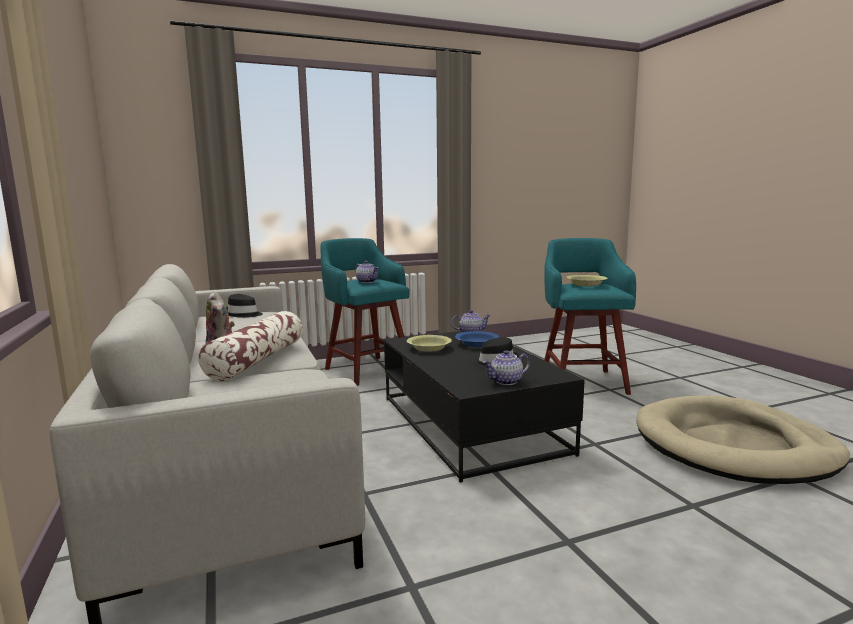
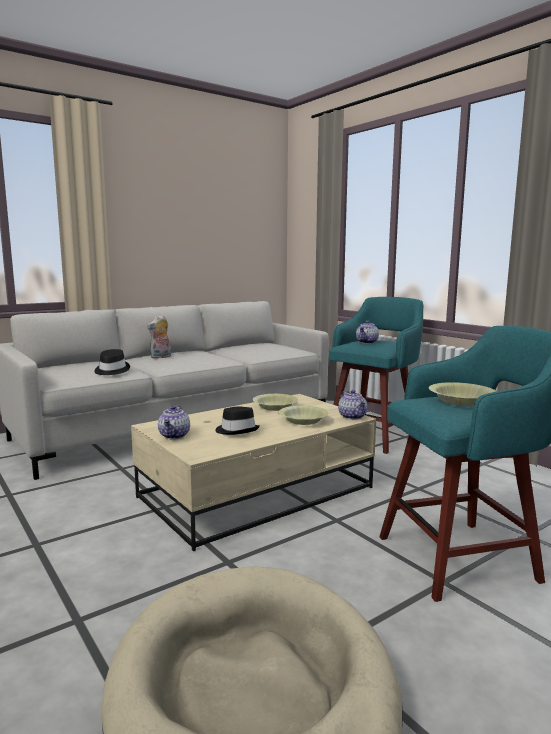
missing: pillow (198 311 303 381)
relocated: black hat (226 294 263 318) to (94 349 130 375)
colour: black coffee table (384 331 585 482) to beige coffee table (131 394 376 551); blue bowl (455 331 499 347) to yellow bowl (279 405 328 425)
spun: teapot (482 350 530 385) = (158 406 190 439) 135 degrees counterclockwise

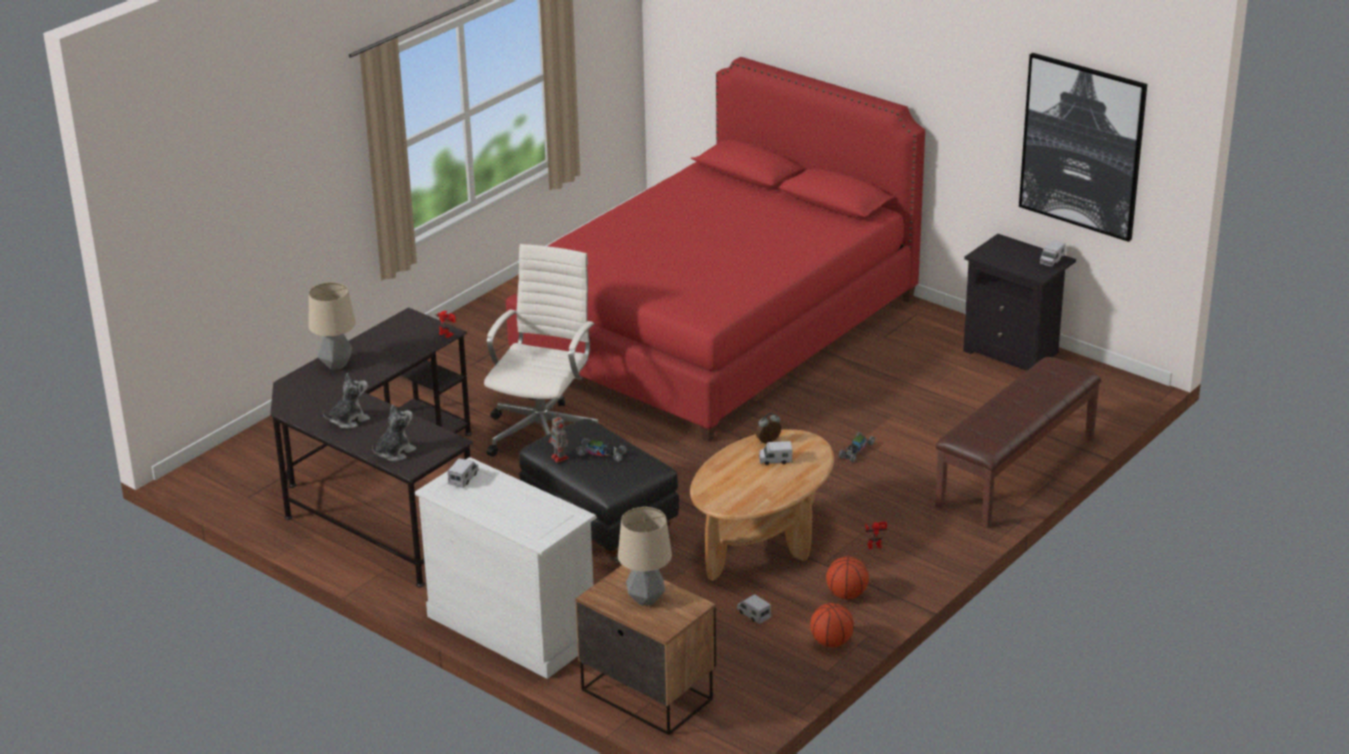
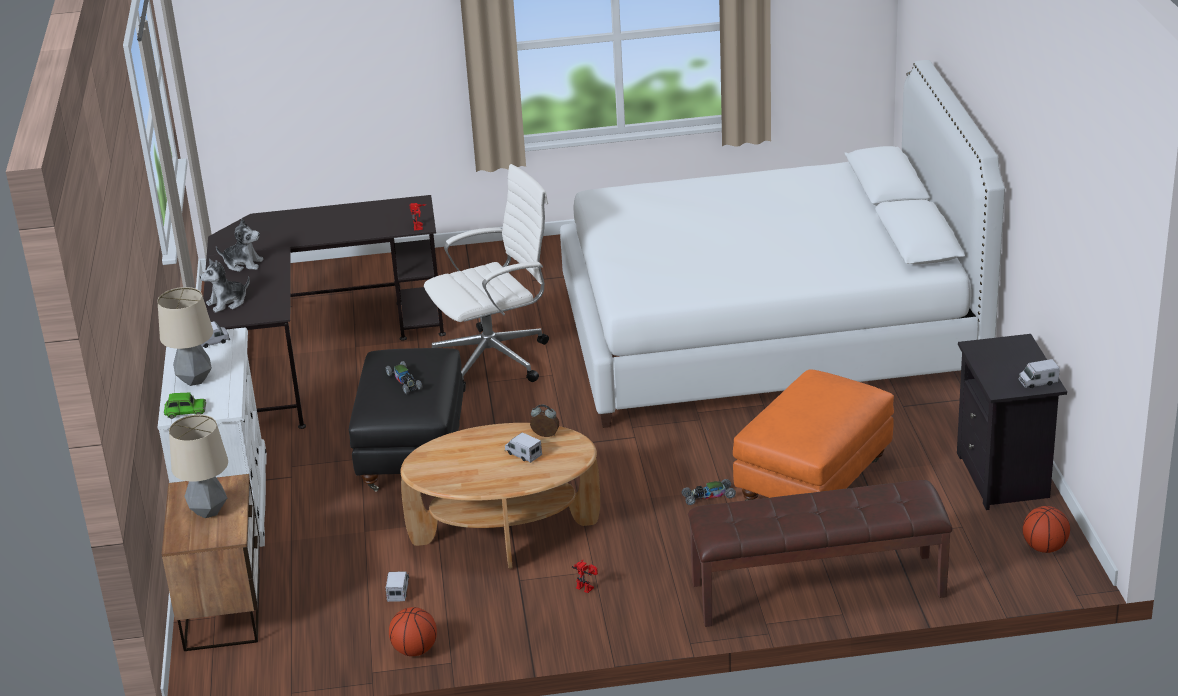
missing: toy robot (549 415 569 463); picture (1019 53 1147 242)
appeared: green toy car (164 393 206 419); orange ottoman (733 369 894 500)
relocated: table lamp (309 282 356 369) to (157 287 213 386); basketball (826 556 869 599) to (1023 506 1070 553)
colour: red bed (506 57 925 442) to white bed (560 60 1005 428)
spun: plush toy (372 404 417 461) = (200 259 250 313) 150 degrees clockwise

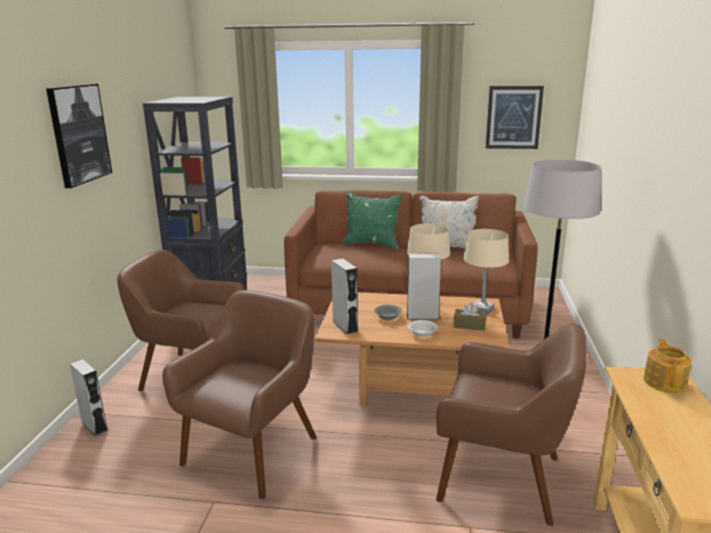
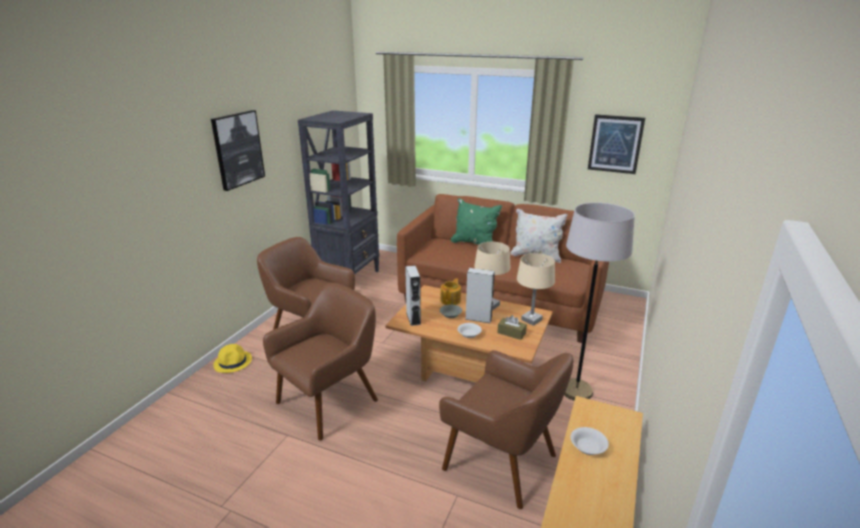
appeared: white bowl (570 427 609 455)
relocated: teapot (643 339 692 393) to (440 278 461 305)
exchanged: grey speaker (70 359 108 436) to yellow hat (213 344 252 373)

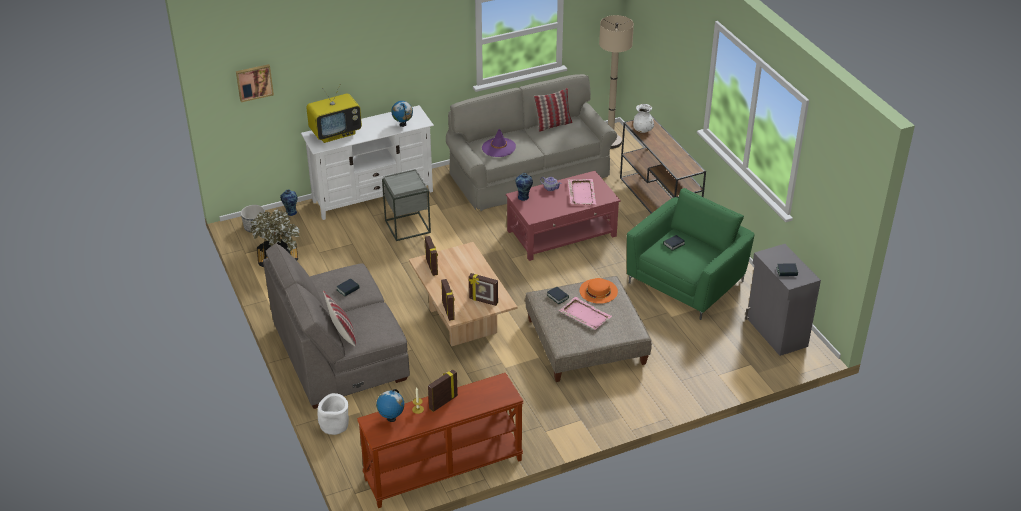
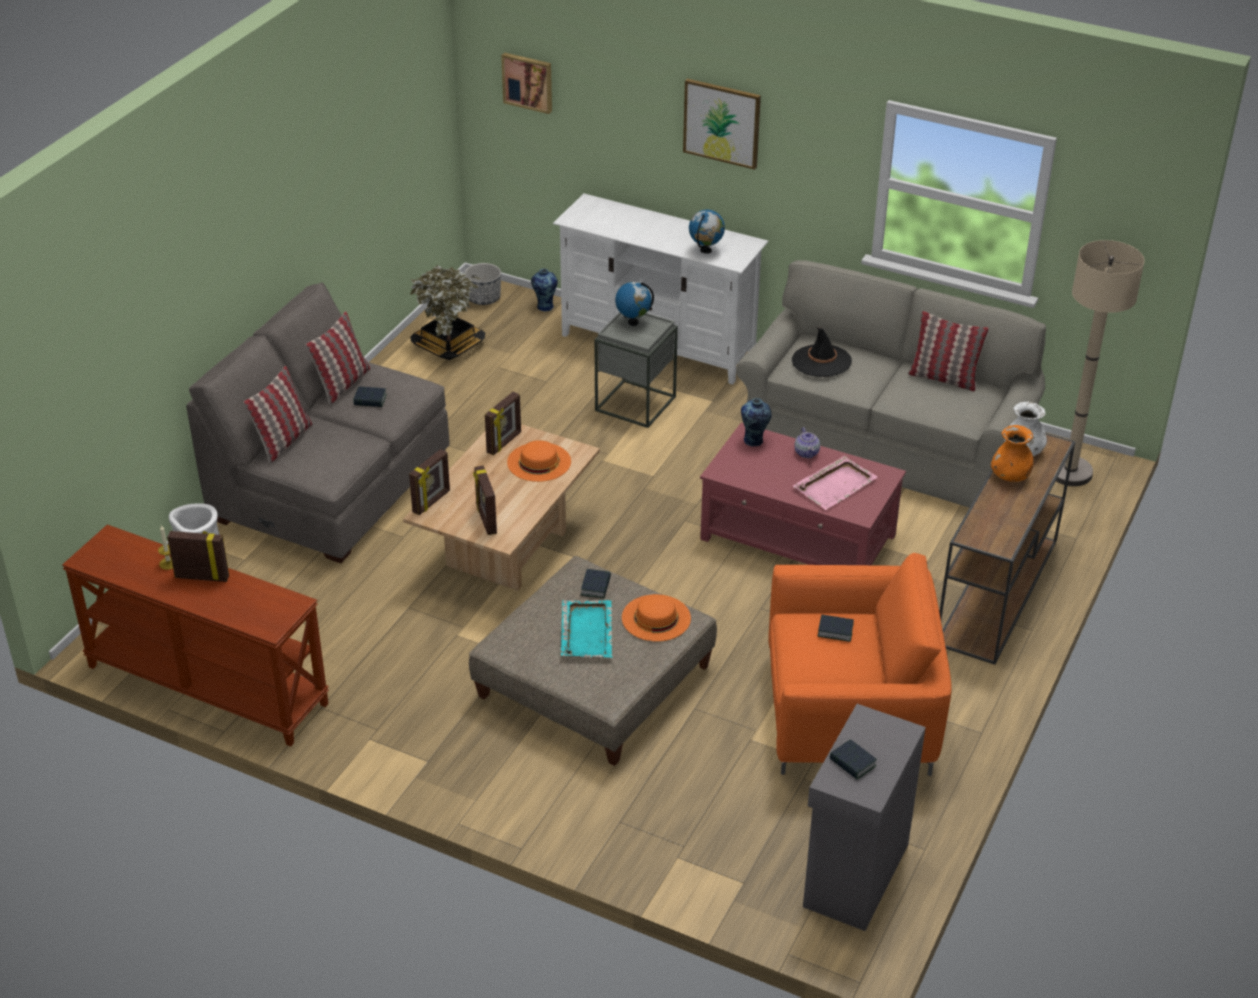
missing: television (306 85 362 143)
appeared: pillow (306 311 370 404); orange hat (507 440 571 482); picture (683 79 761 170); orange vase (991 425 1033 482)
relocated: globe (376 389 404 422) to (615 282 654 326)
colour: purple hat (482 129 516 157) to black hat (792 327 852 377); pink tray (559 297 612 330) to turquoise tray (561 600 613 658); green armchair (627 188 754 320) to orange armchair (769 553 952 776)

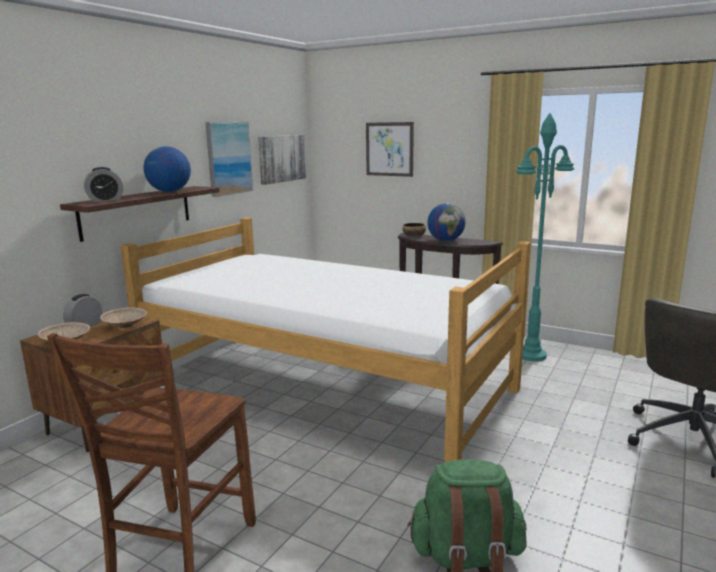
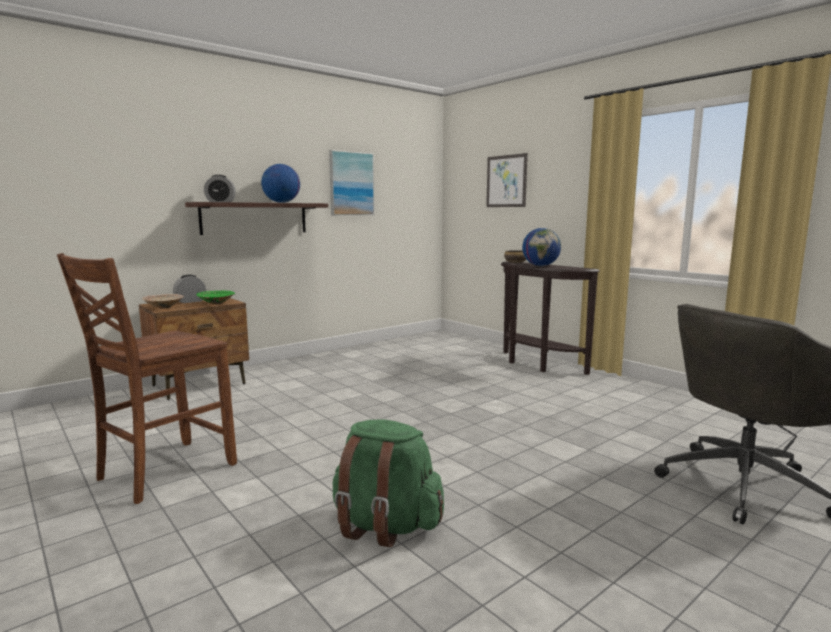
missing: bed (121 217 530 462); picture (258 135 306 185); turquoise floor lamp (516 113 574 362)
colour: beige bowl (100 307 147 328) to green bowl (196 291 235 305)

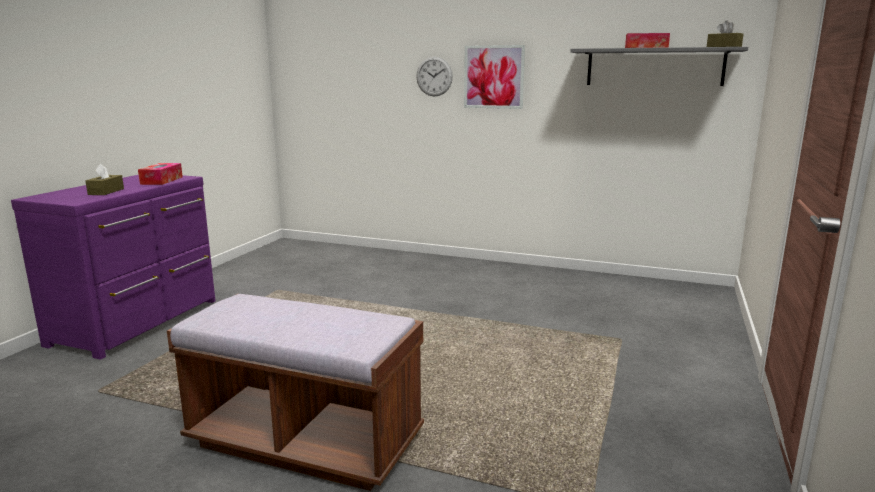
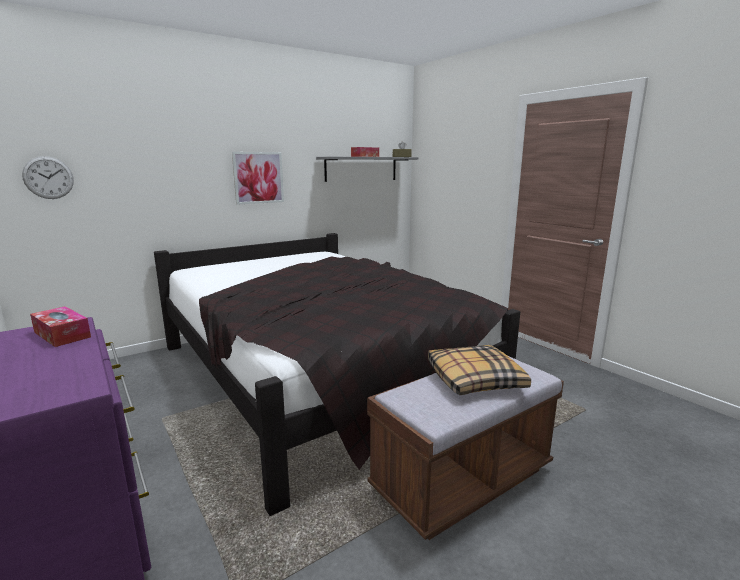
missing: brown tissue box (86 164 124 195)
appeared: black bed (154 233 520 516); pillow (428 345 531 395)
relocated: wall clock (416 56 453 97) to (22 156 74 199)

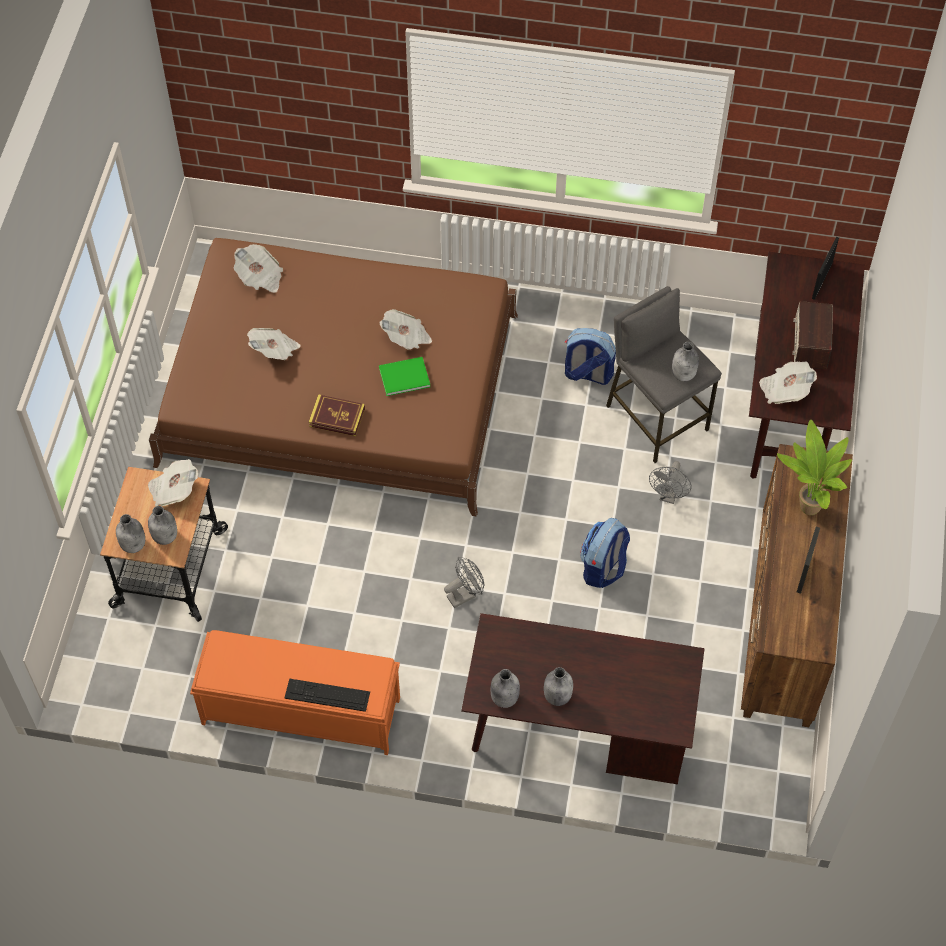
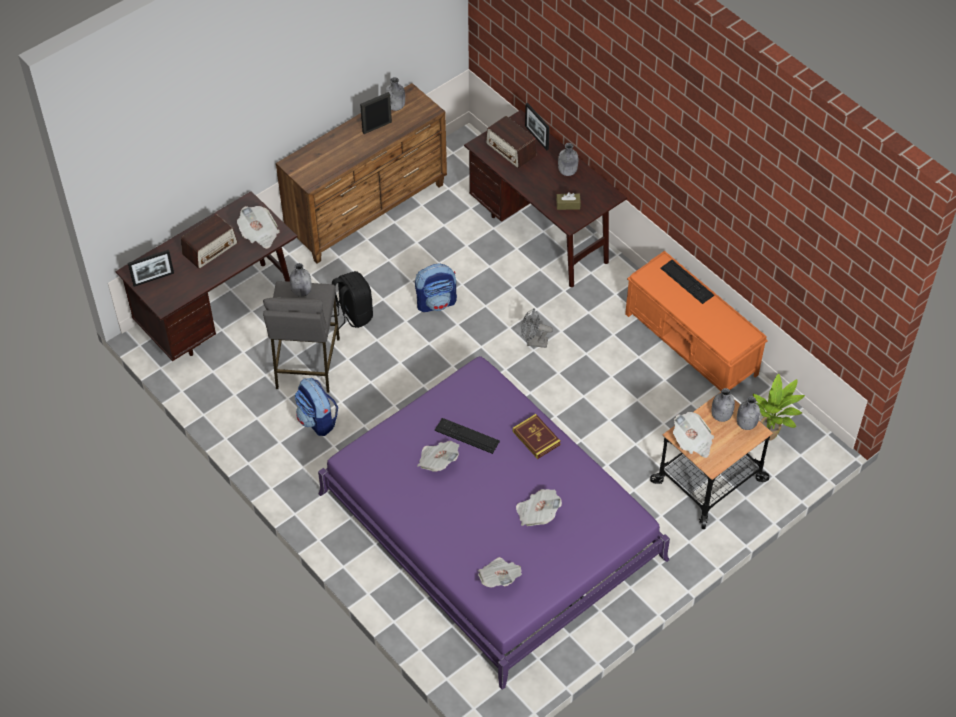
appeared: radio (486 116 537 168); picture frame (525 103 550 150); brown tissue box (556 192 581 210)
relocated: grey bottle (490 669 520 708) to (385 77 405 111); potted plant (777 420 852 515) to (753 374 805 441)
exchanged: green book (379 357 430 396) to keyboard (435 418 500 454); grey fan (649 461 691 504) to black backpack (332 271 373 329)
colour: brown bed (149 238 518 517) to purple bed (318 356 670 690)

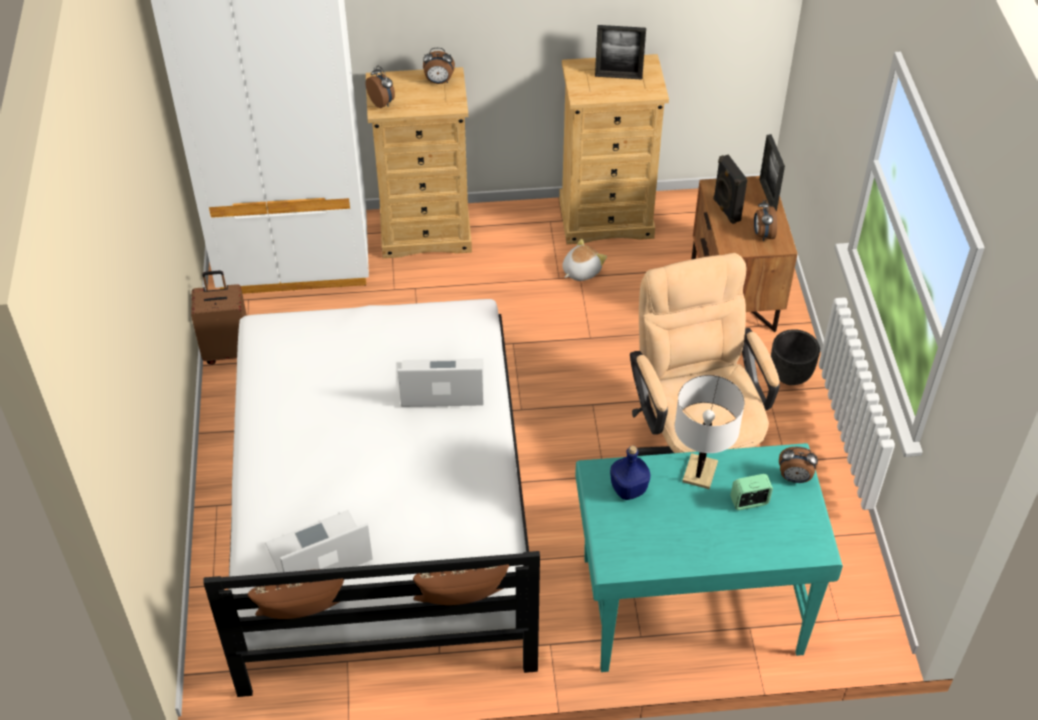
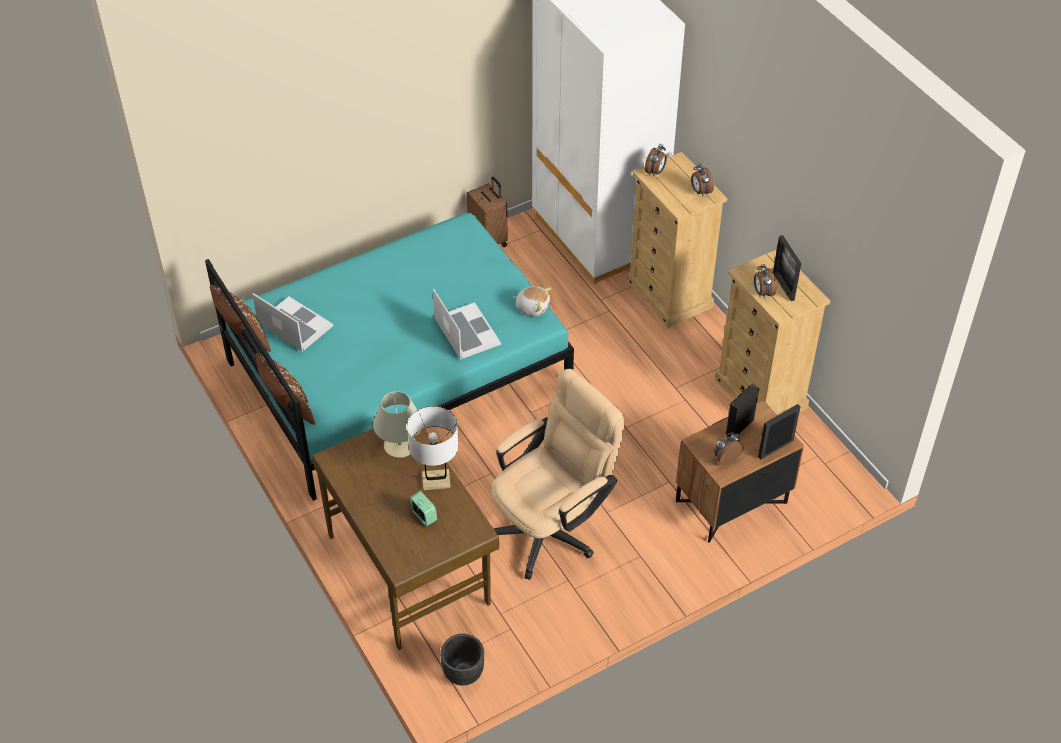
relocated: plush toy (562 239 607 281) to (513 286 553 316); black planter (771 329 820 385) to (440 634 484 686); alarm clock (779 447 818 483) to (754 264 776 298)
exchanged: blue bottle (610 445 651 500) to beige table lamp (373 391 421 458)
colour: white bed (203 299 540 697) to turquoise bed (205 213 574 501); turquoise desk (575 443 843 672) to brown desk (312 428 499 650)

